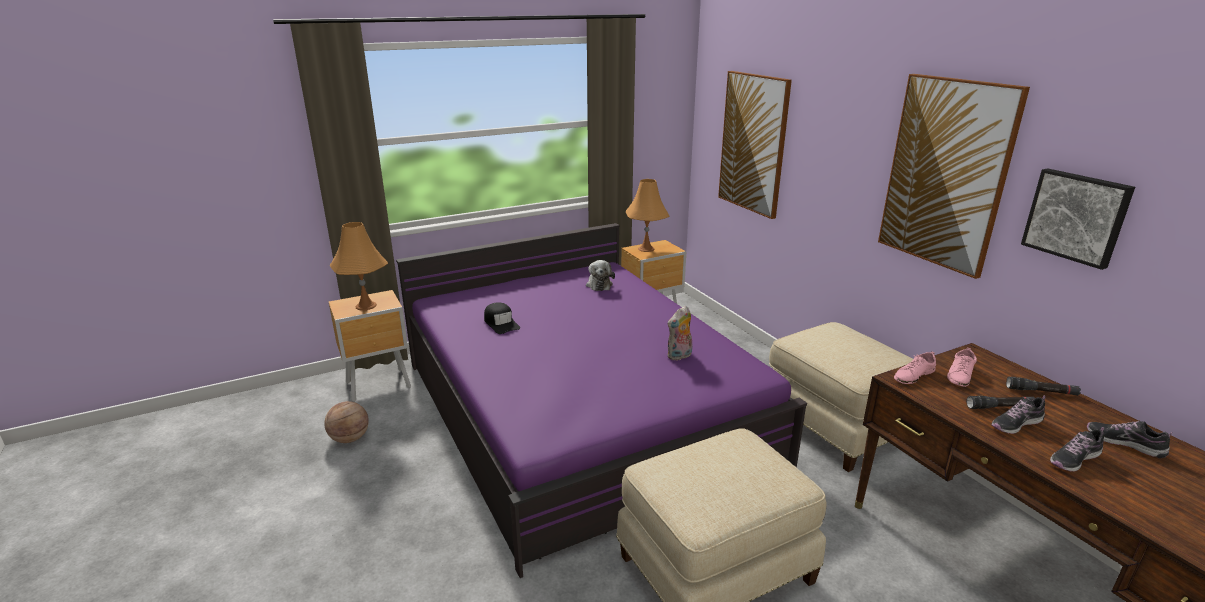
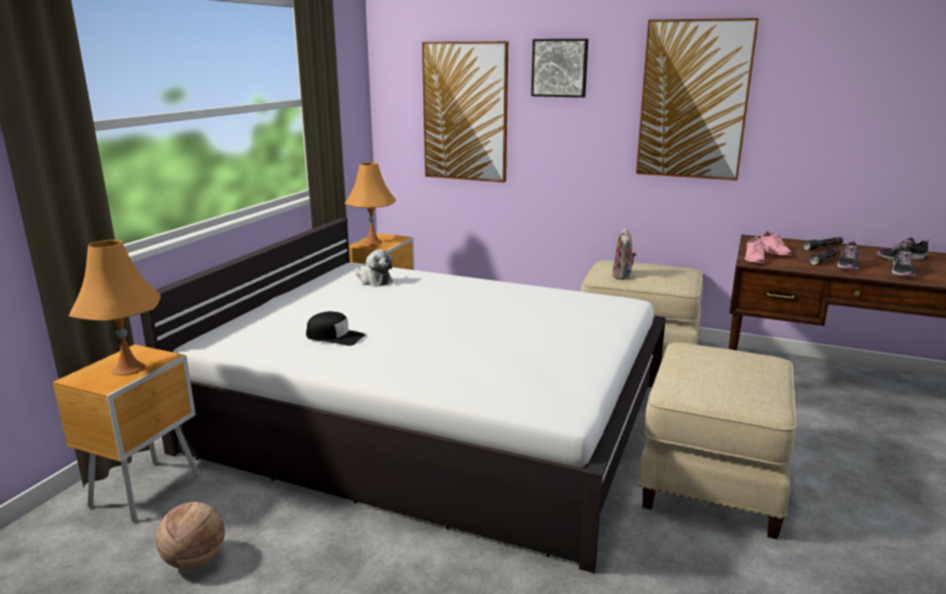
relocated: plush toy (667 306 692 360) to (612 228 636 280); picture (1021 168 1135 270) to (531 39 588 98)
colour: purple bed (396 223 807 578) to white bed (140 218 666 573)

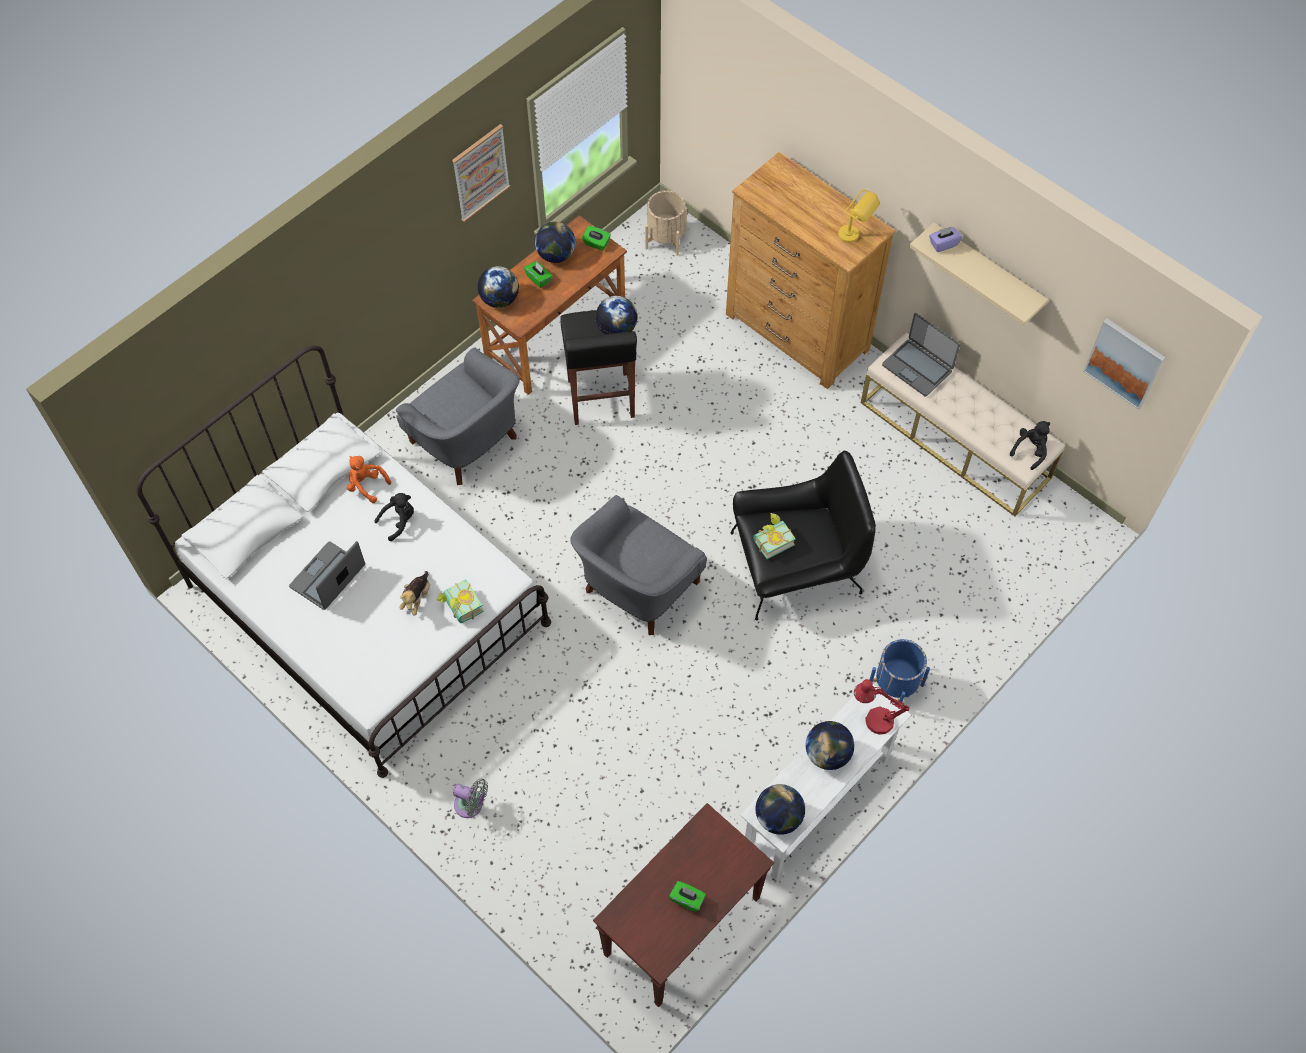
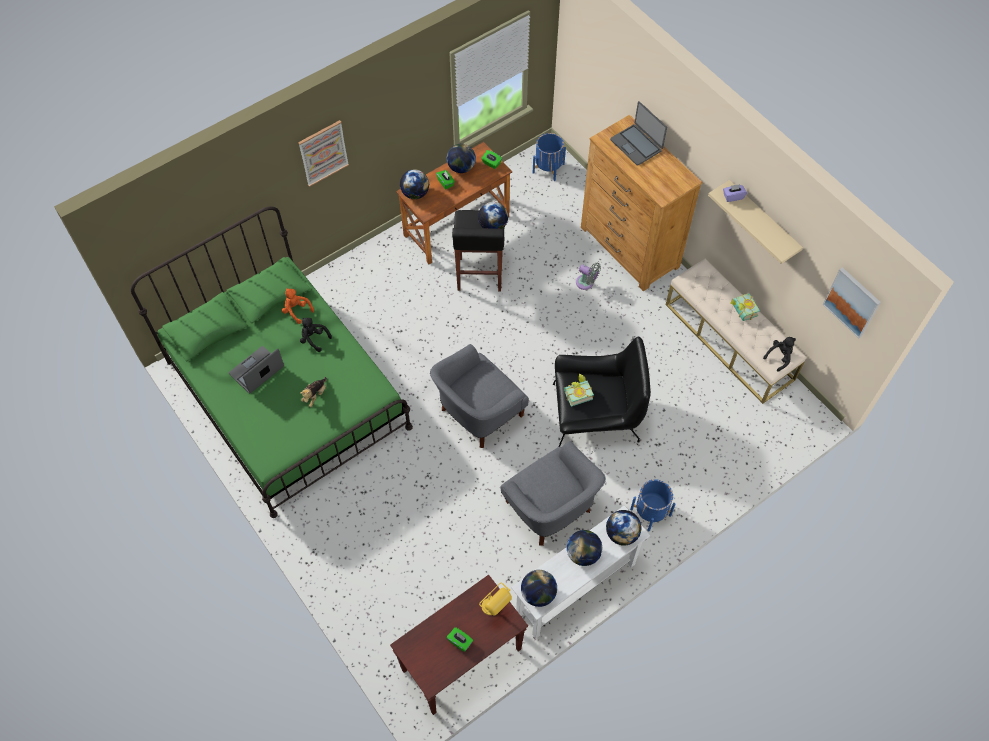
relocated: grey armchair (396 347 520 485) to (500 441 606 546); book (436 579 484 623) to (730 293 760 321); picture (452 124 510 222) to (298 120 349 187); grey fan (453 779 488 818) to (576 263 601 290); yellow table lamp (838 189 880 243) to (479 583 512 615); laptop (882 313 960 397) to (610 101 667 166)
exchanged: red table lamp (854 679 910 735) to globe (606 510 642 545)
colour: white bed (136 345 551 778) to green bed (131 206 413 518); beige planter (645 191 687 256) to blue planter (533 133 566 181)
spun: black plush toy (374 493 414 541) = (300 318 332 352) 120 degrees counterclockwise

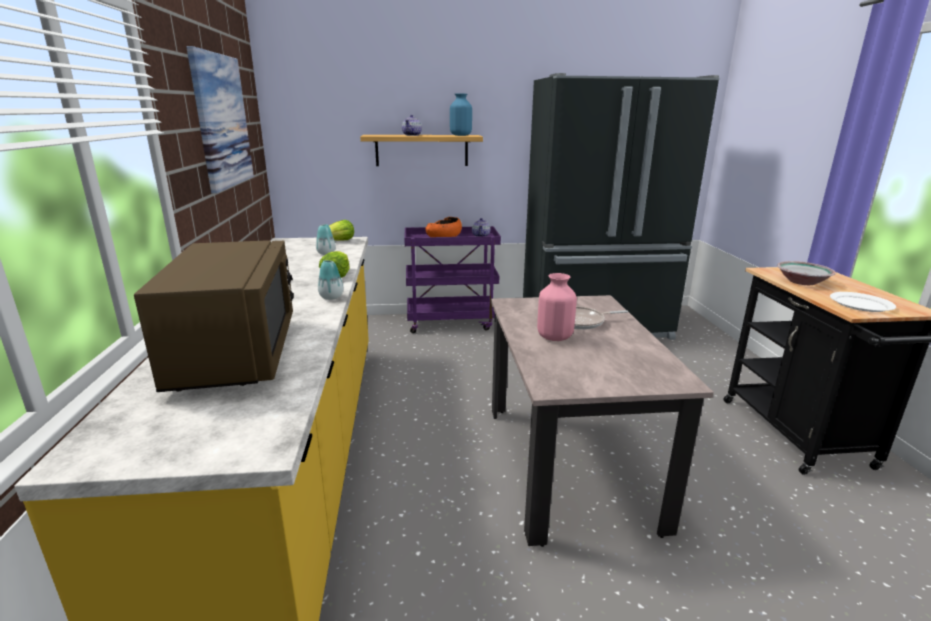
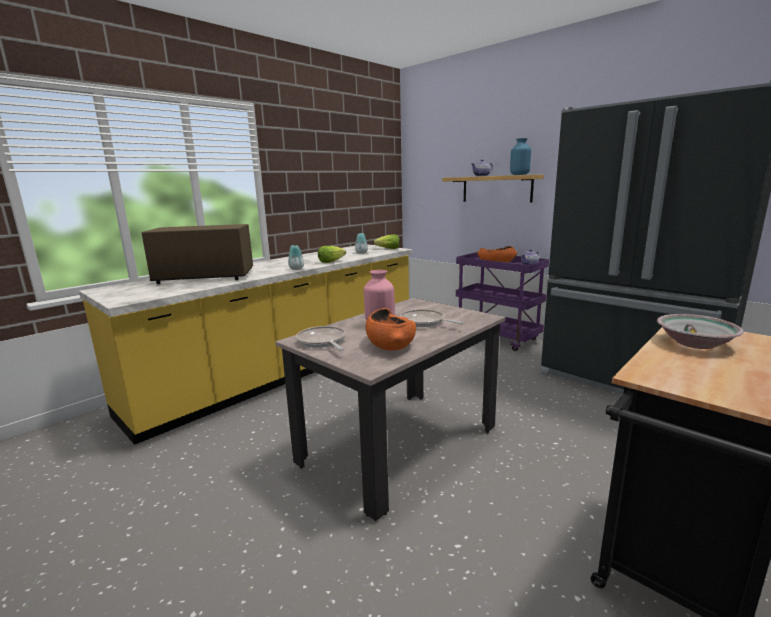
missing: picture (186 46 254 193); white plate (830 292 896 312)
appeared: frying pan (296 326 346 351); orange bowl (365 308 416 351)
spun: brown microwave (134 240 294 392) = (142 224 253 284) 135 degrees counterclockwise

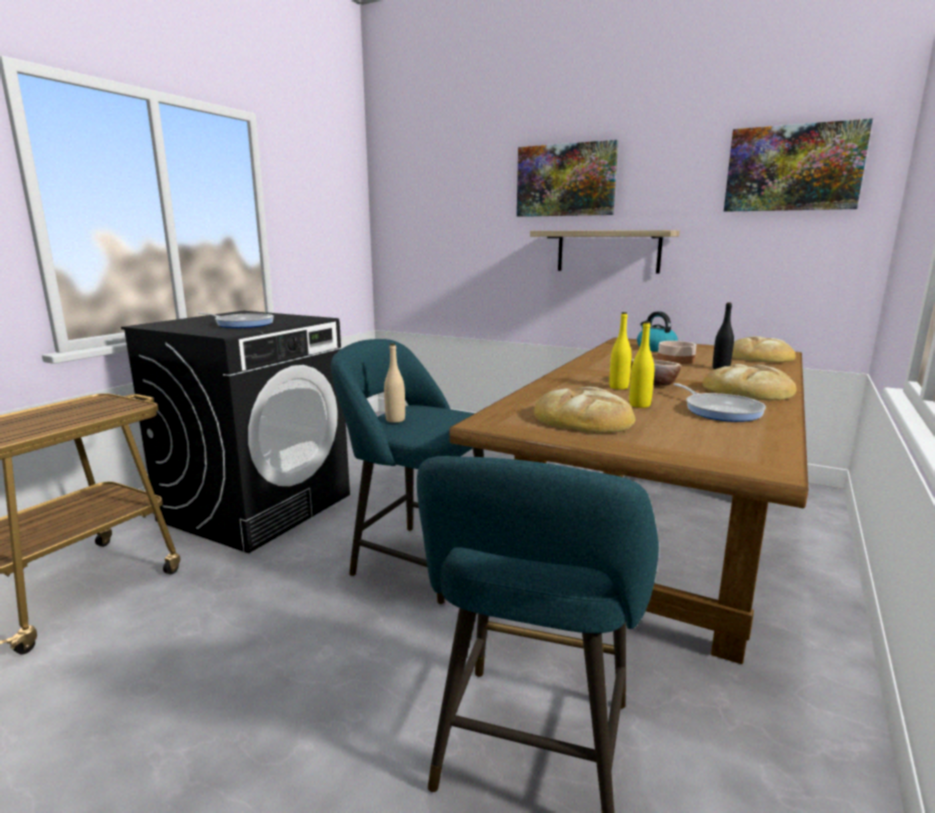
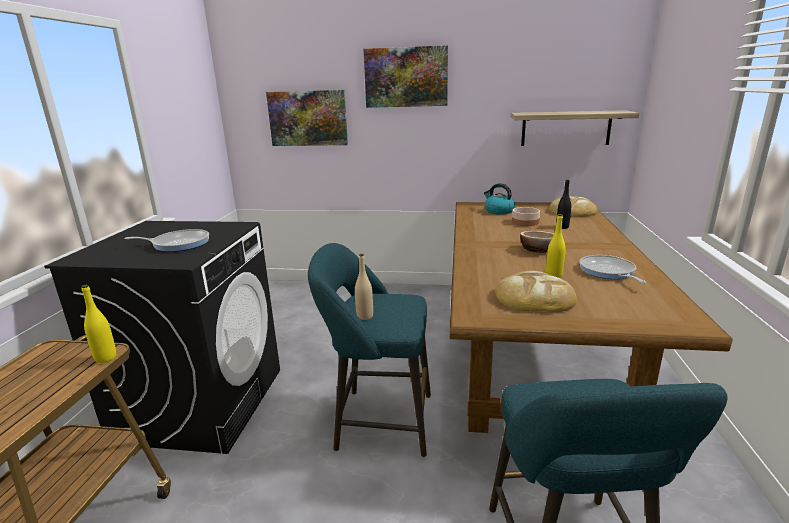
missing: bread (703 364 797 400)
relocated: shelf (530 230 680 273) to (511 110 639 146); yellow bottle (609 312 632 390) to (81 285 117 363); picture (724 118 873 212) to (266 90 348 146)
spun: frying pan (673 383 766 422) = (579 255 646 283) 150 degrees counterclockwise

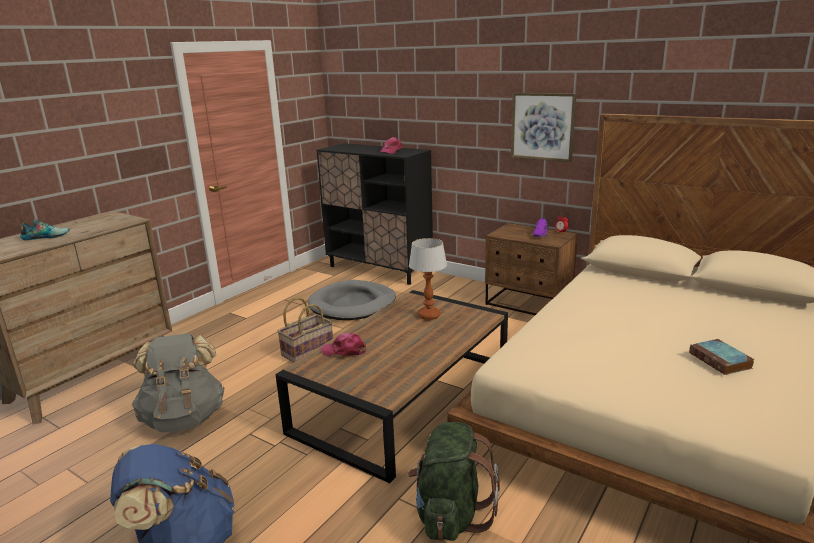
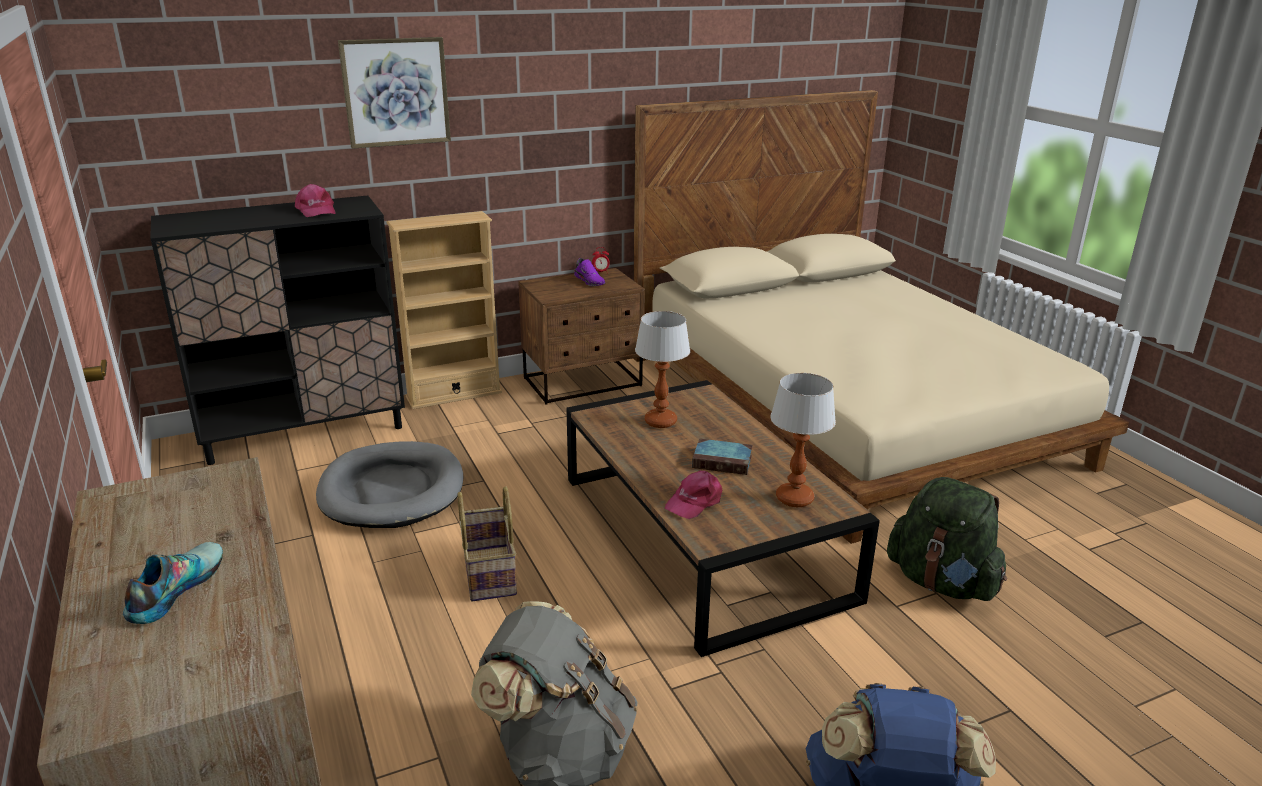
appeared: beige bookcase (386 211 502 409); table lamp (770 373 836 507)
relocated: picture (511 93 576 162) to (338 37 451 149); book (689 339 755 375) to (692 438 753 475)

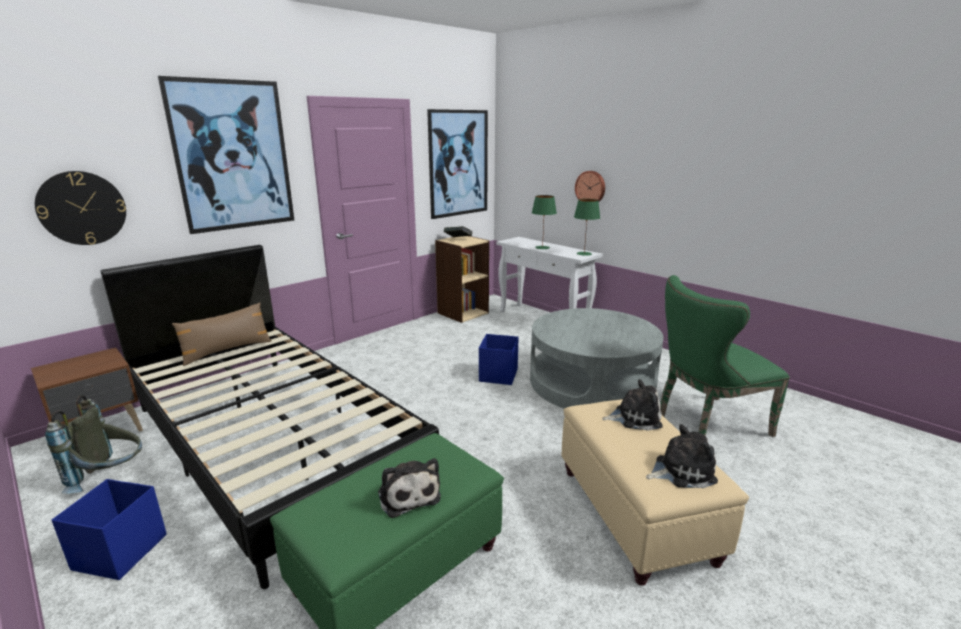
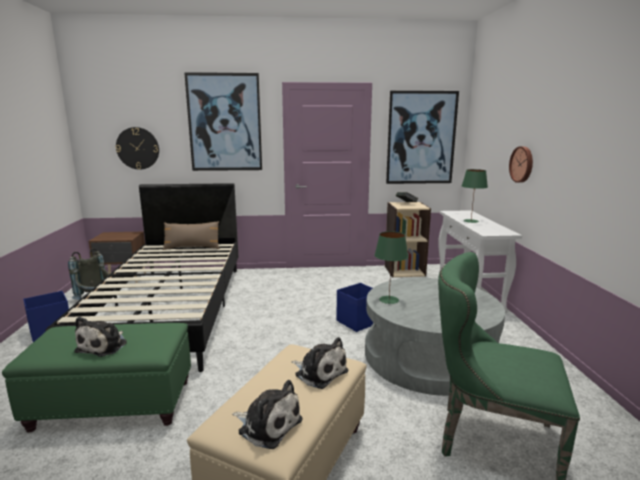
relocated: green table lamp (574 199 600 256) to (374 231 408 304)

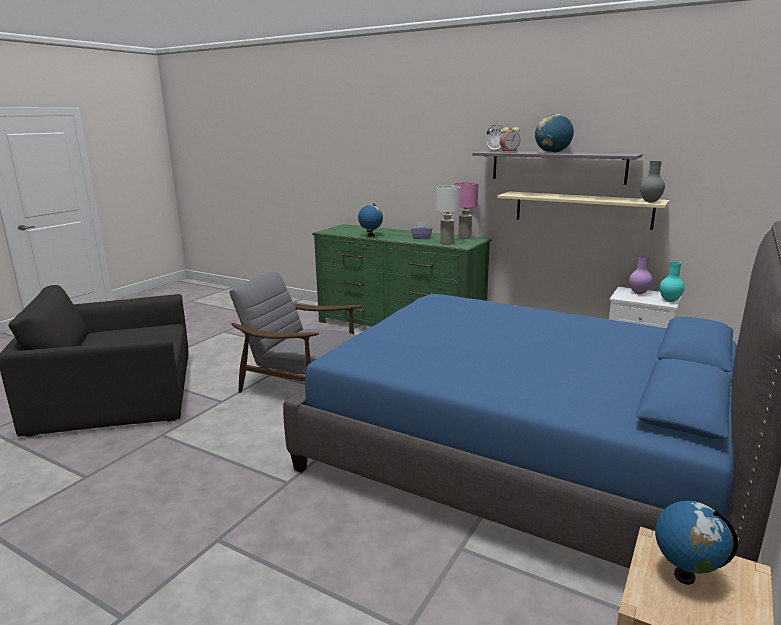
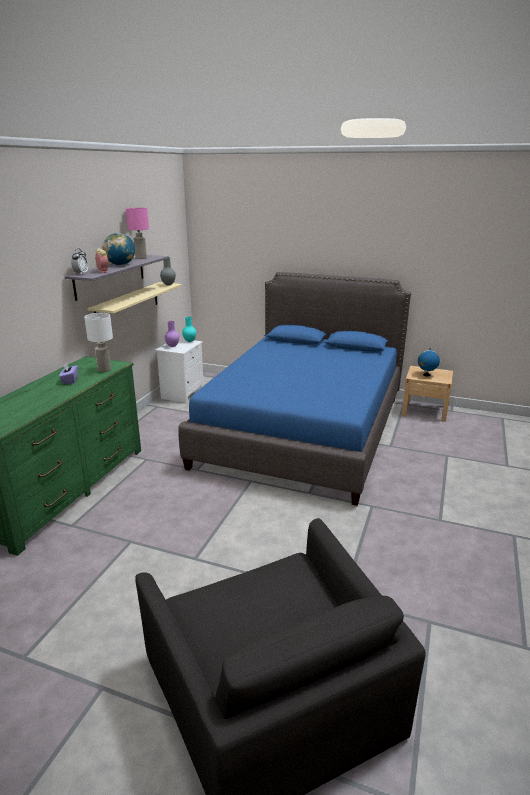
missing: grey armchair (230 272 362 393); globe (358 203 383 237)
relocated: pink table lamp (455 182 478 239) to (126 208 149 259)

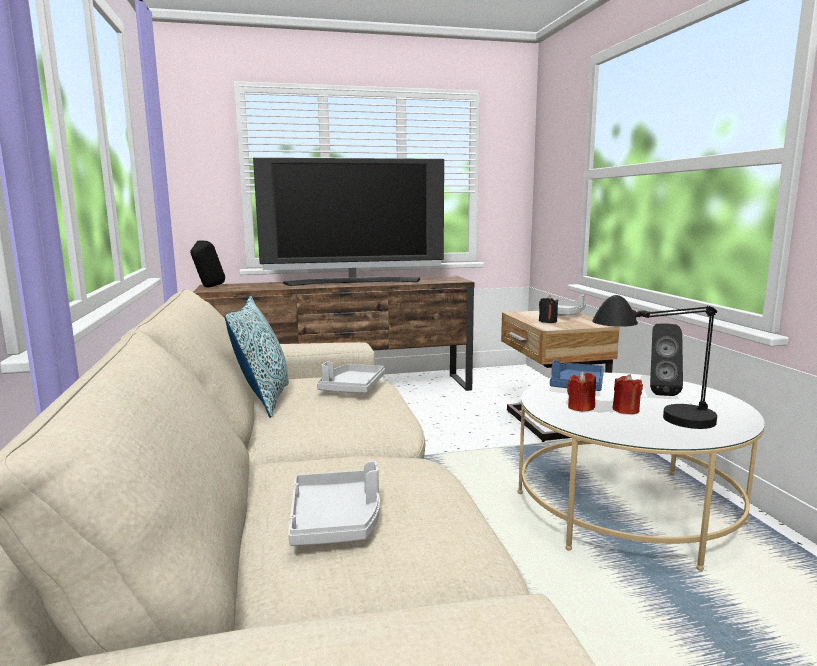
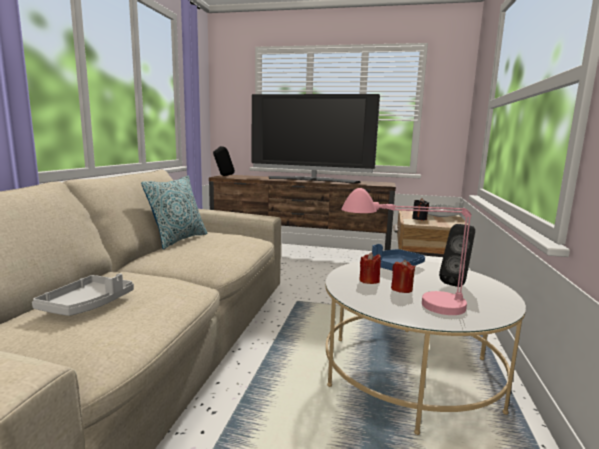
missing: grey tray (317 362 385 393)
colour: black table lamp (592 295 717 429) to pink table lamp (341 188 472 315)

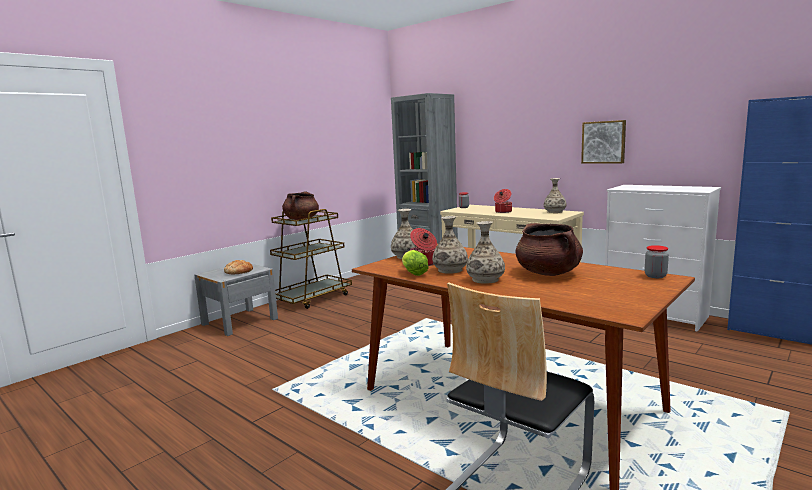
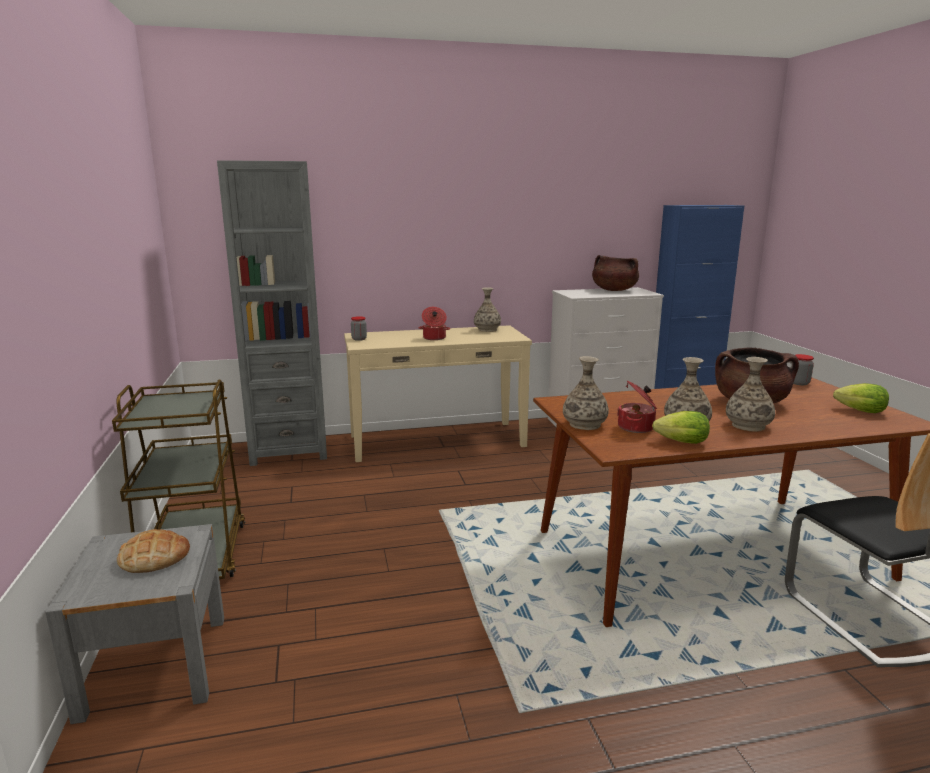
missing: picture (581 120 626 164)
appeared: lettuce (833 383 889 413)
relocated: brown cooking pot (282 191 319 220) to (592 255 639 291)

